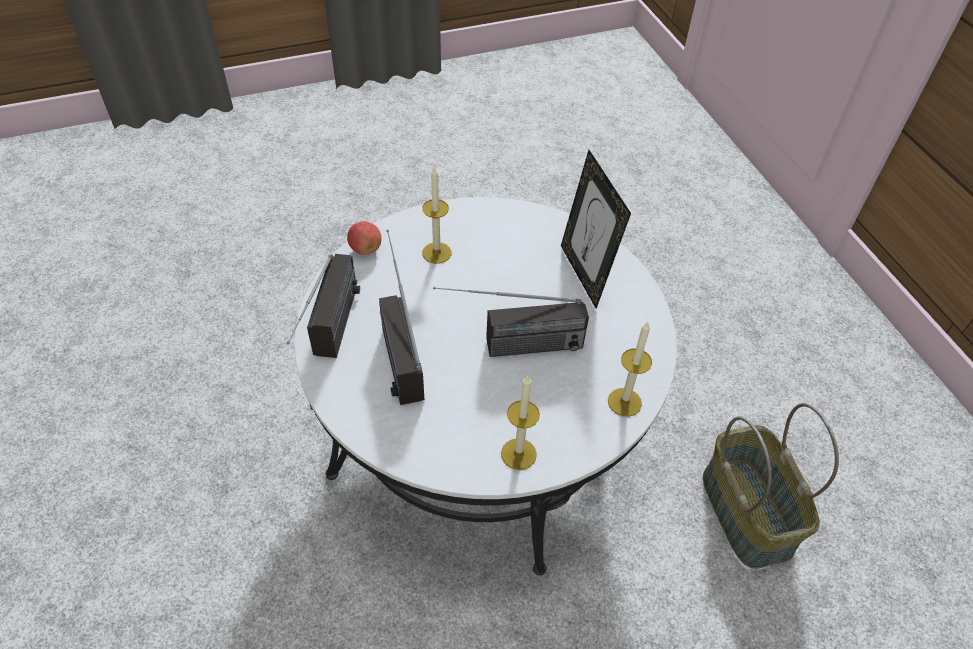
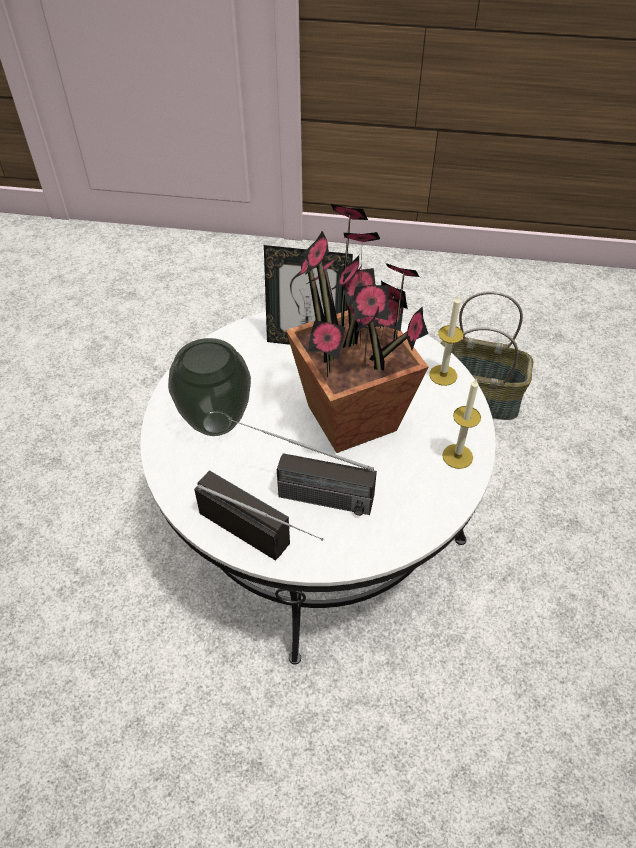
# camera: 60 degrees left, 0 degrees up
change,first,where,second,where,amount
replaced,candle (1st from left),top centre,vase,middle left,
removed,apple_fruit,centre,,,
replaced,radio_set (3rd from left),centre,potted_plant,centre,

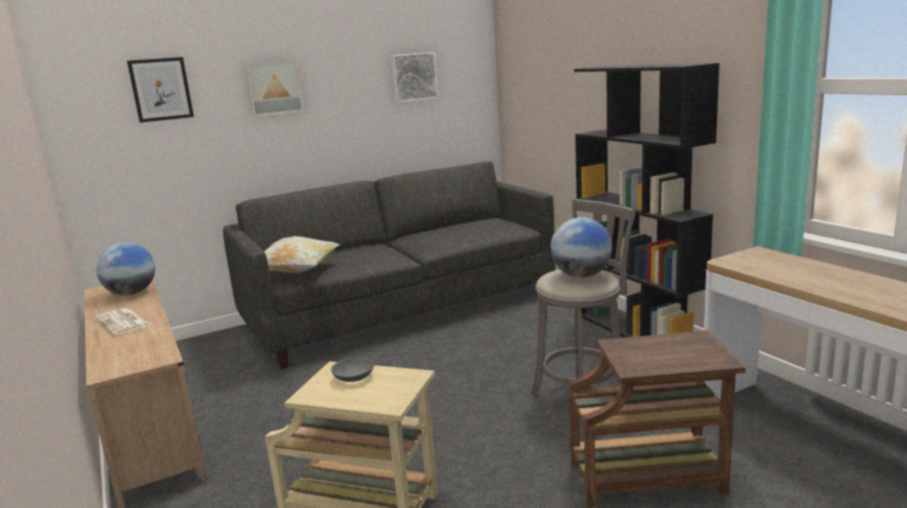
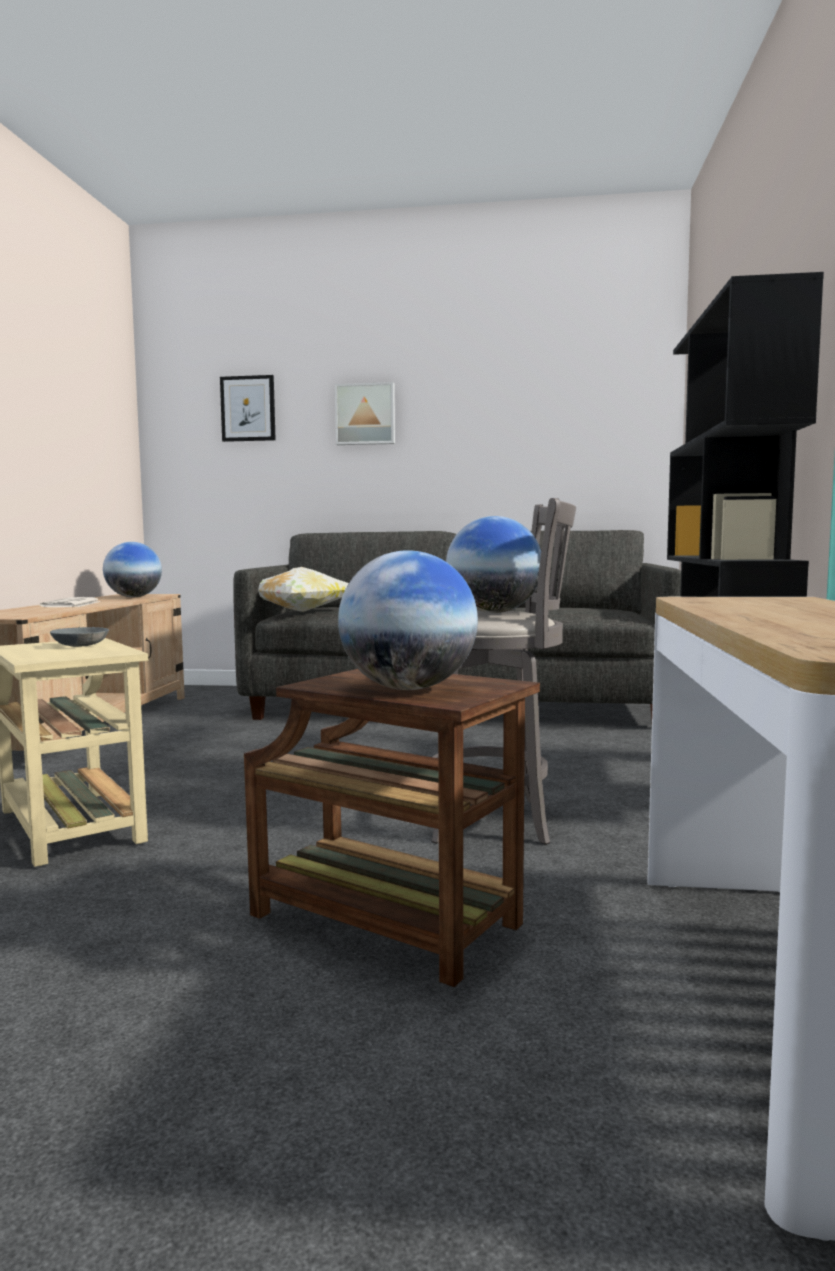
# camera: 35 degrees right, 10 degrees down
change,first,where,second,where,amount
removed,picture (3rd from left),top centre,,,
added,,,desk_globe (2nd from left),centre,

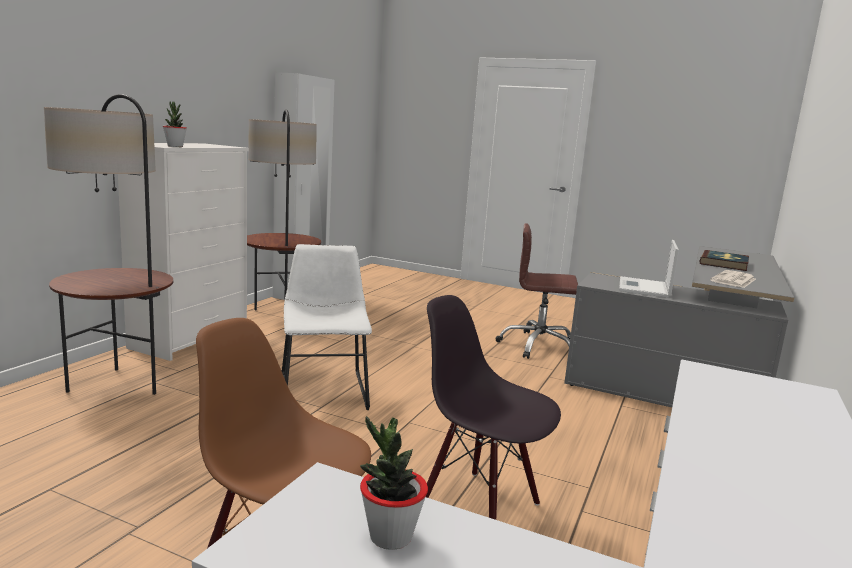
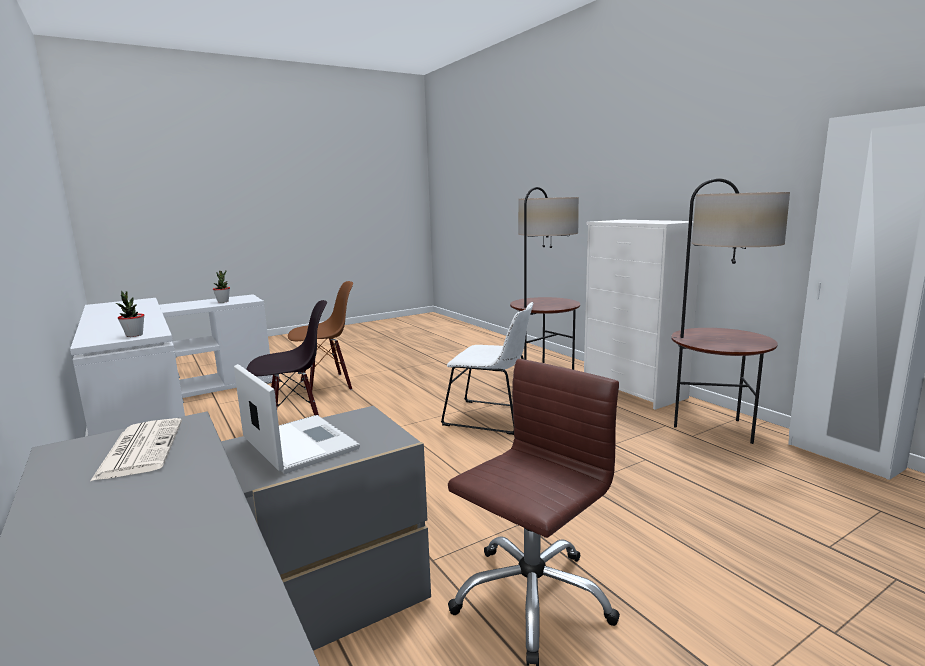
# camera: 125 degrees right, 0 degrees up
change,first,where,second,where,amount
moved,potted_plant (1st from left),top left,,middle left,
removed,volume,middle right,,,

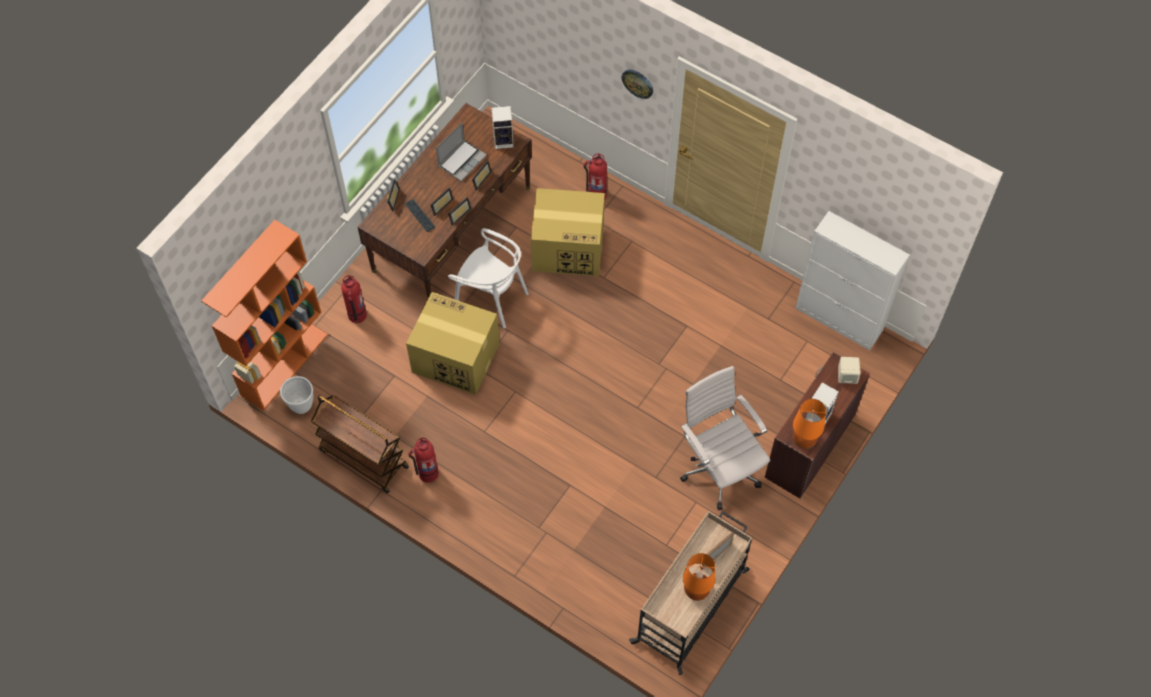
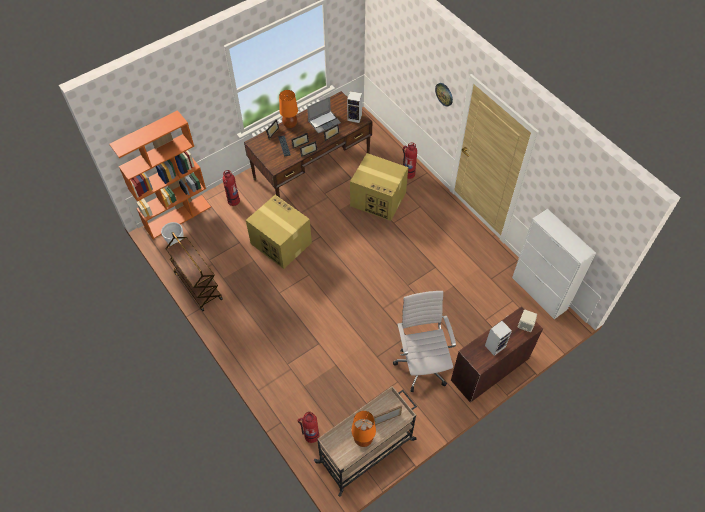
# camera: 20 degrees right, 5 degrees down
change,first,where,second,where,amount
removed,whitish_plain_chair,centre,,,
moved,orange_lamp_for_a_table (2nd from left in the first image),middle right,orange_lamp_for_a_table (1st from left),top centre,
moved,fire_extinguisher (2nd from left),centre,,bottom centre,

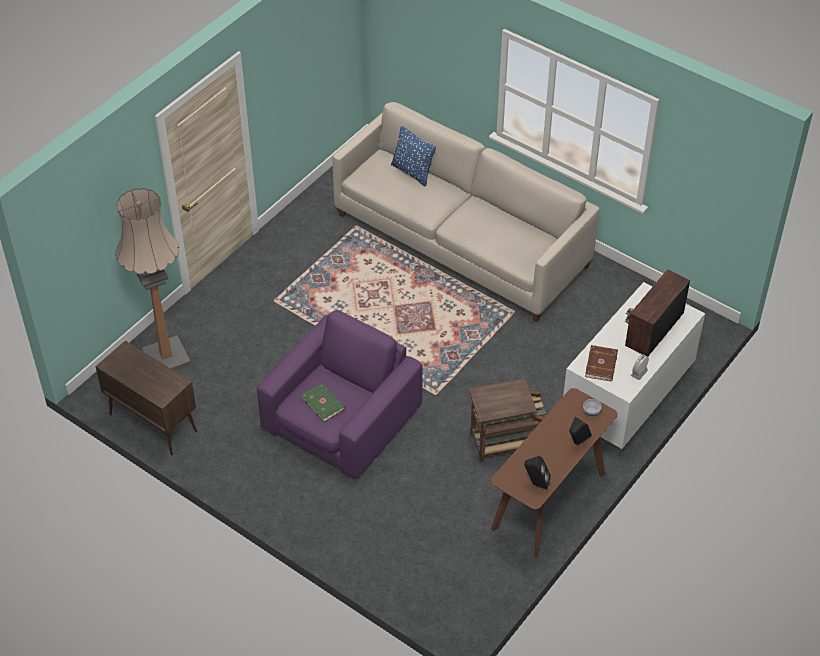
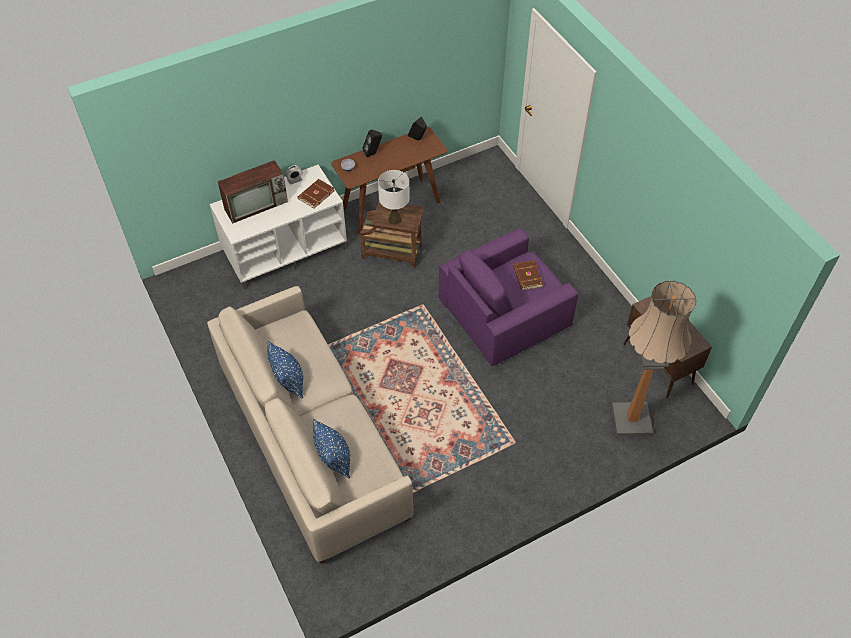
# camera: 155 degrees left, 5 degrees up
change,first,where,second,where,amount
recoloured,green-coloured_volume,centre,brown_volume (2nd from left),centre,
added,,,whitish_lamp_for_a_table,top centre,
added,,,blue-coloured_pillow (1st from left),centre,

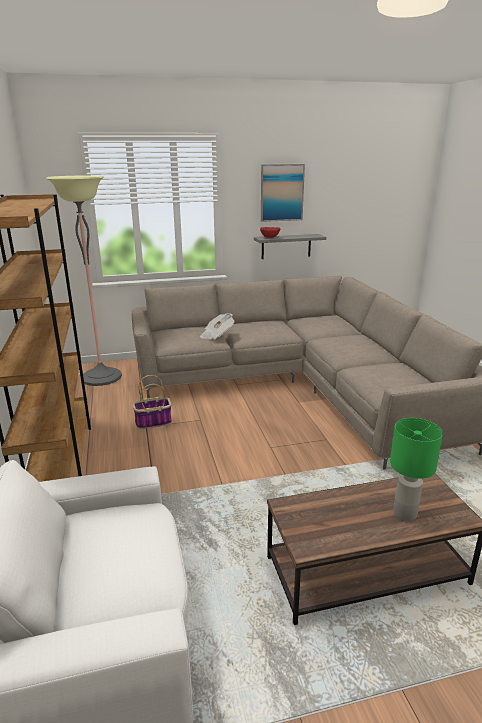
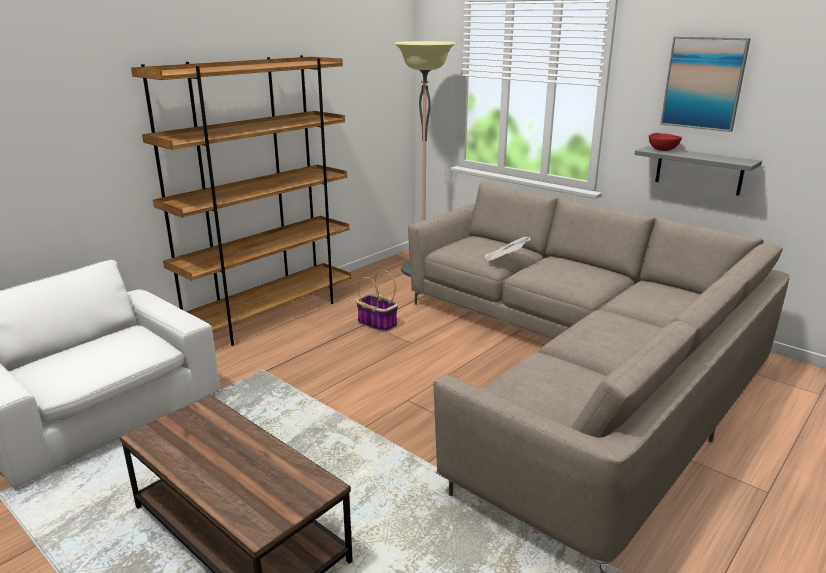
# camera: 55 degrees right, 0 degrees up
change,first,where,second,where,amount
removed,green-coloured_lamp_for_a_table,middle right,,,

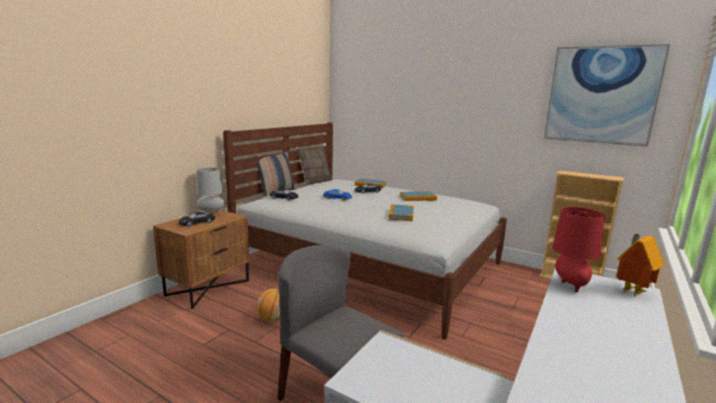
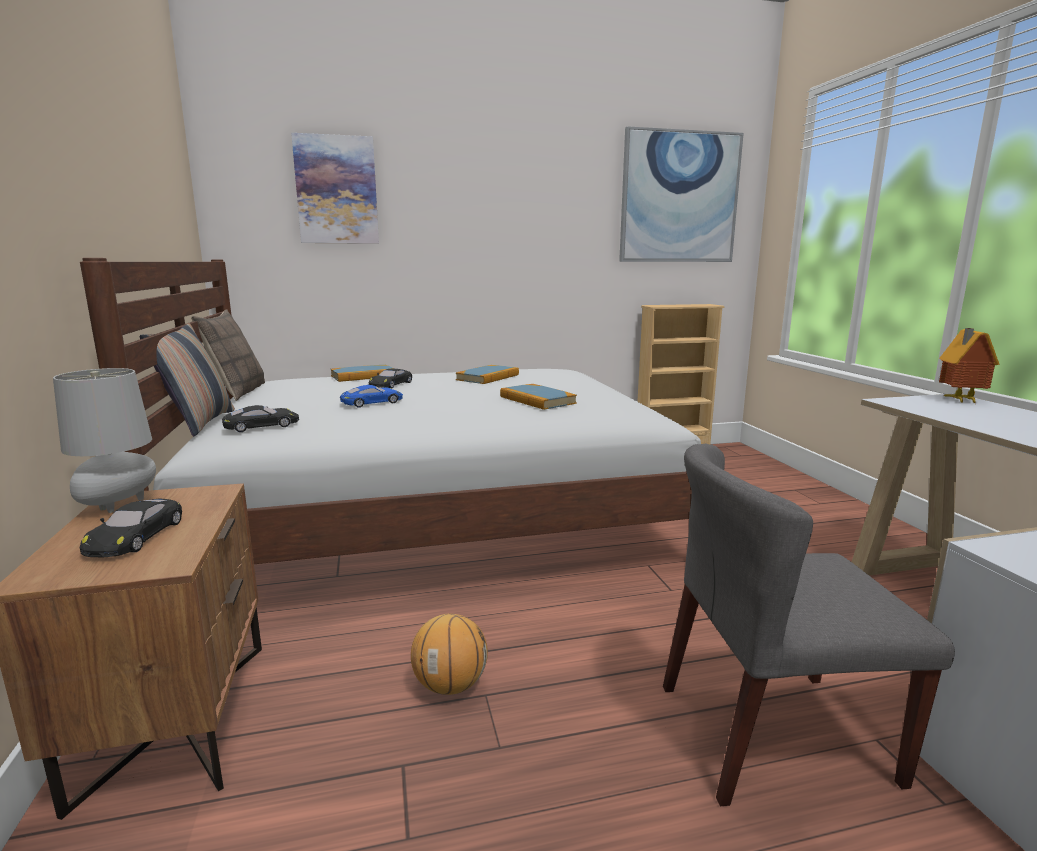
# camera: 45 degrees left, 0 degrees up
change,first,where,second,where,amount
removed,red-coloured_lamp_for_a_table,middle right,,,
added,,,picture (1st from left),top left,

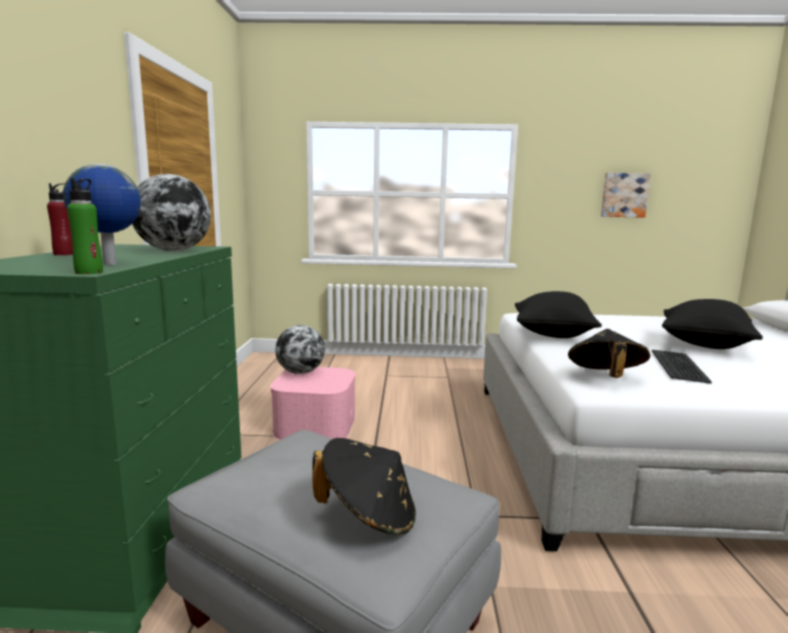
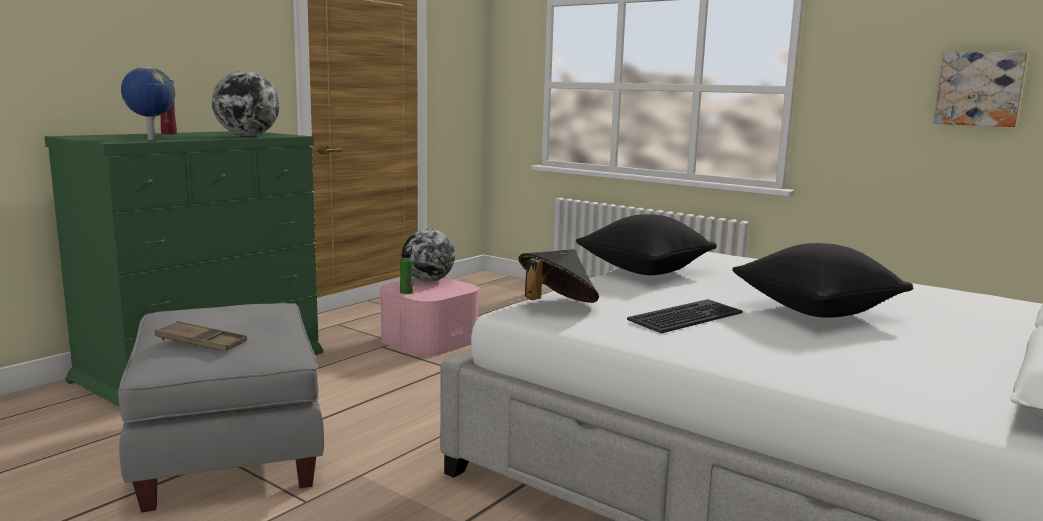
# camera: 35 degrees right, 0 degrees up
change,first,where,second,where,amount
moved,green-coloured_bottle,middle left,,centre,
replaced,blackish_hat (1st from left),bottom centre,brown_carrying_tray,middle left,

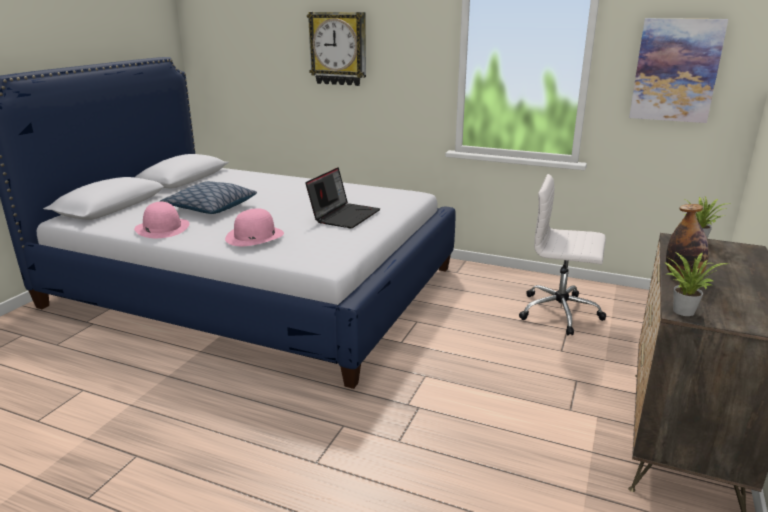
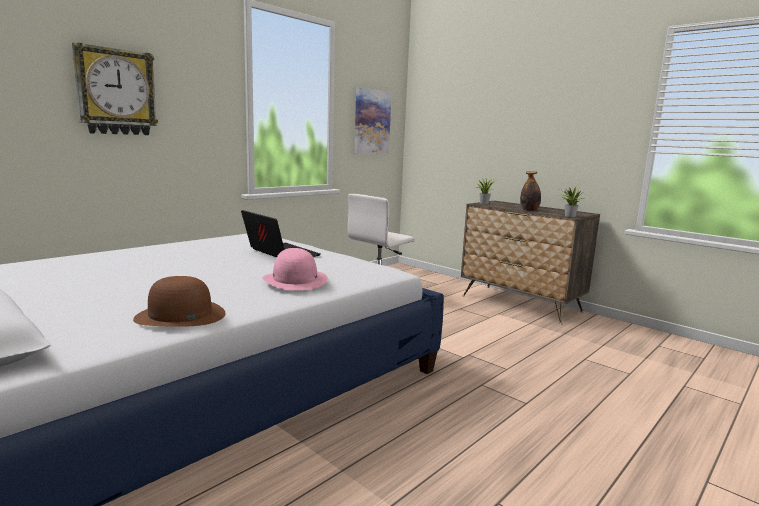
# camera: 70 degrees left, 10 degrees down
change,first,where,second,where,amount
removed,pillow,middle left,,,
recoloured,pinkish_hat (1st from left),middle left,brown_hat,middle left,

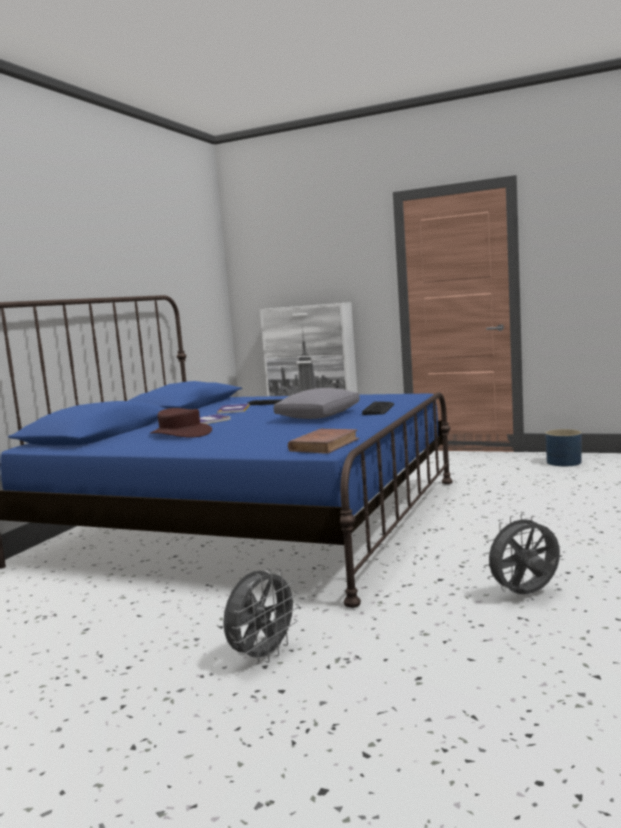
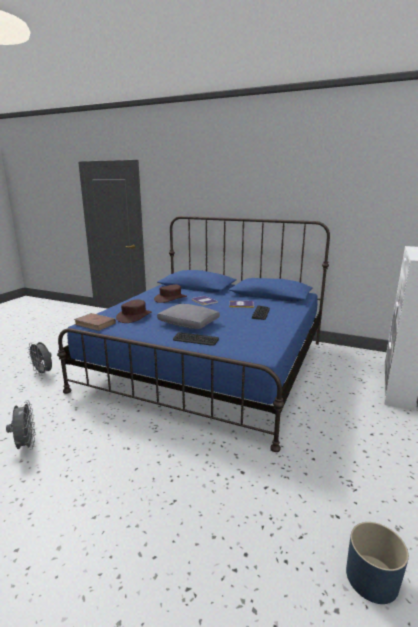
# camera: 90 degrees right, 10 degrees up
change,first,where,second,where,amount
added,,,brown_hat (1st from left),middle left,

